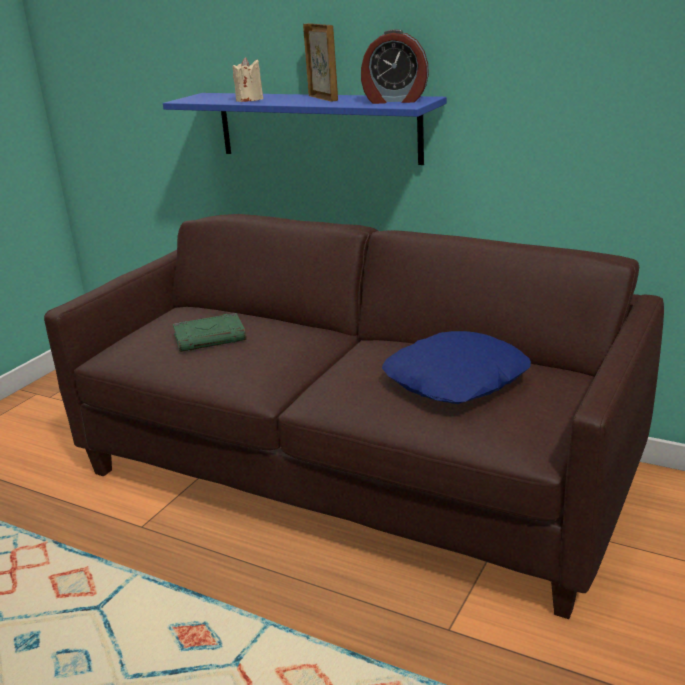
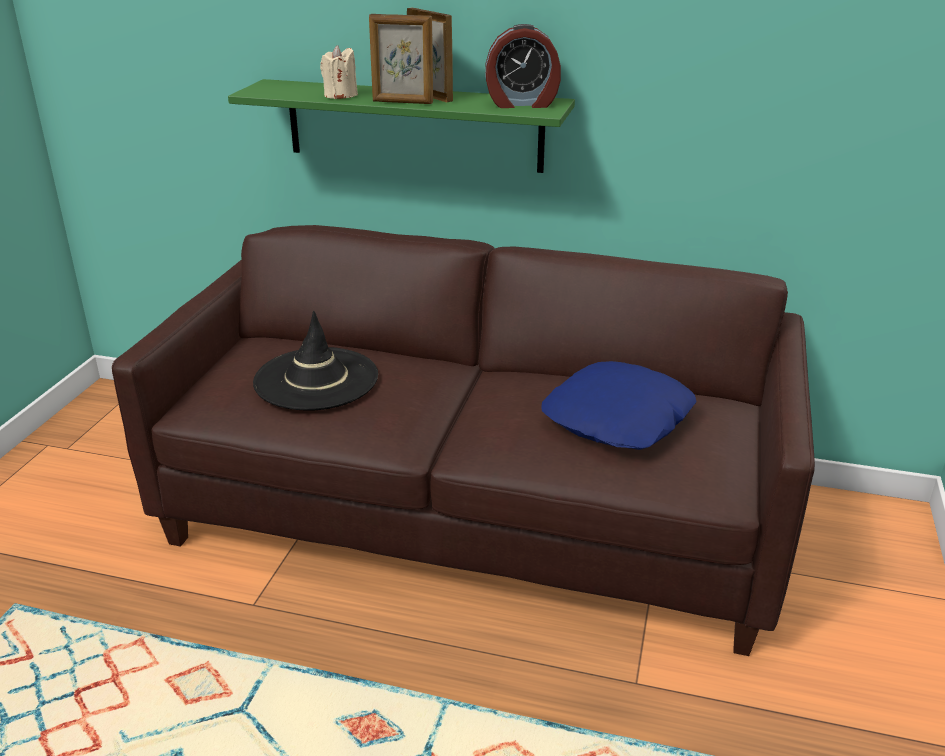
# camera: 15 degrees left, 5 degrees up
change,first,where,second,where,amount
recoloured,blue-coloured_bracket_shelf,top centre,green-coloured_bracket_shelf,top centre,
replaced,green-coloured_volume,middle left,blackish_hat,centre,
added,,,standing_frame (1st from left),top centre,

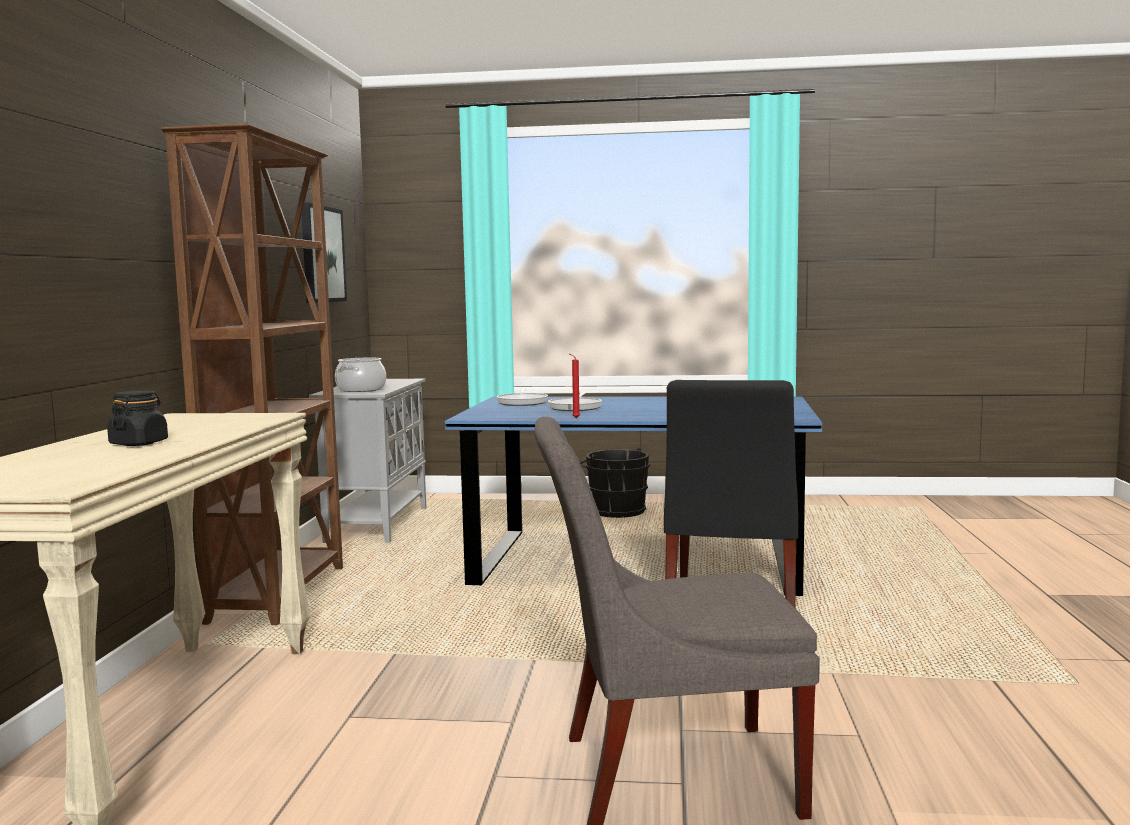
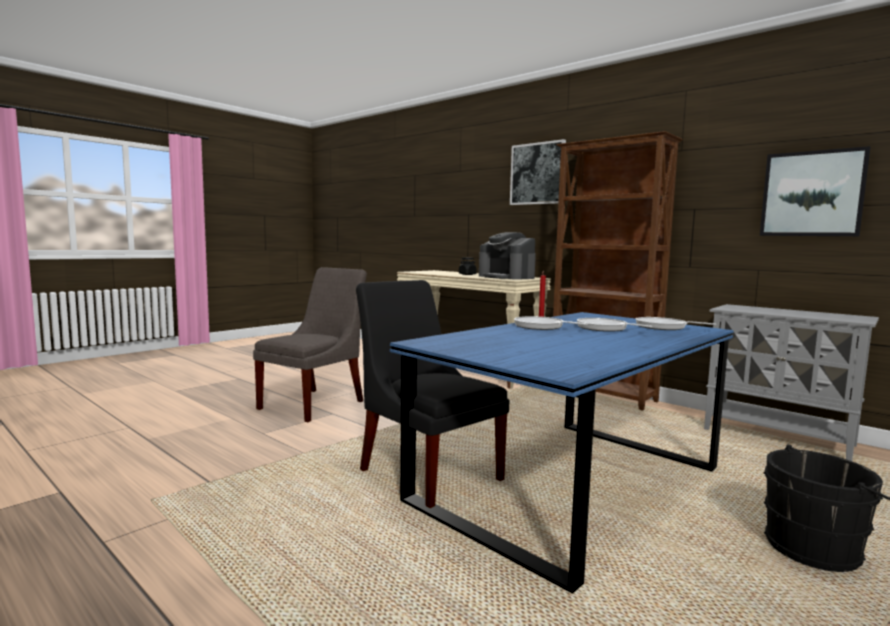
# camera: 125 degrees right, 0 degrees up
change,first,where,second,where,amount
removed,stockpot,middle left,,,
added,,,picture (1st from left),top centre,
added,,,coffee_brewer,centre,
added,,,frying_pan (1st from left),centre,

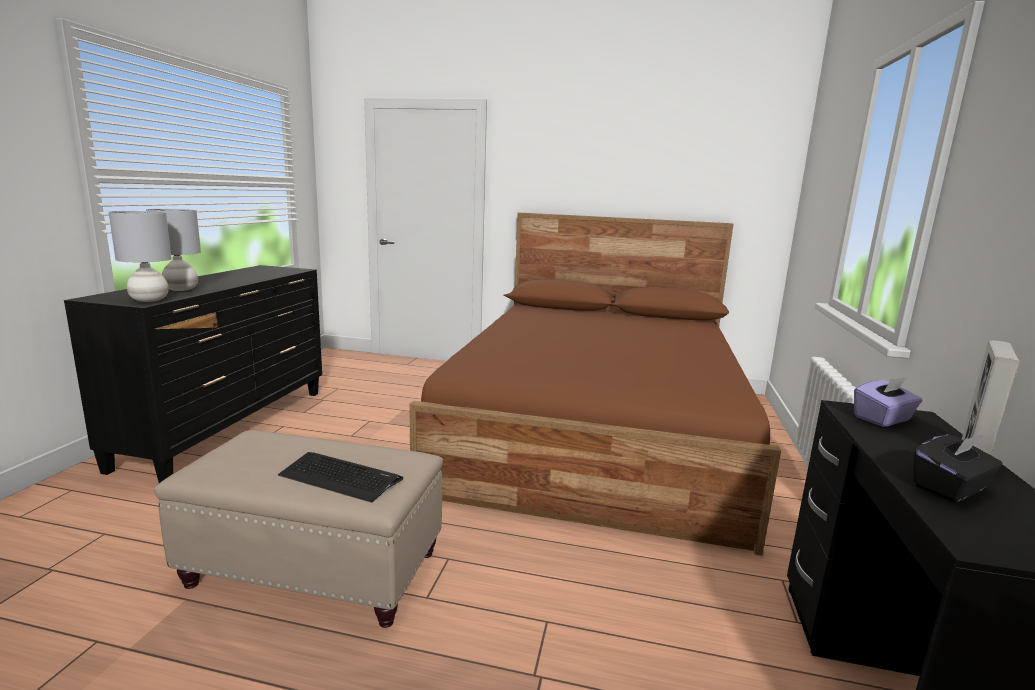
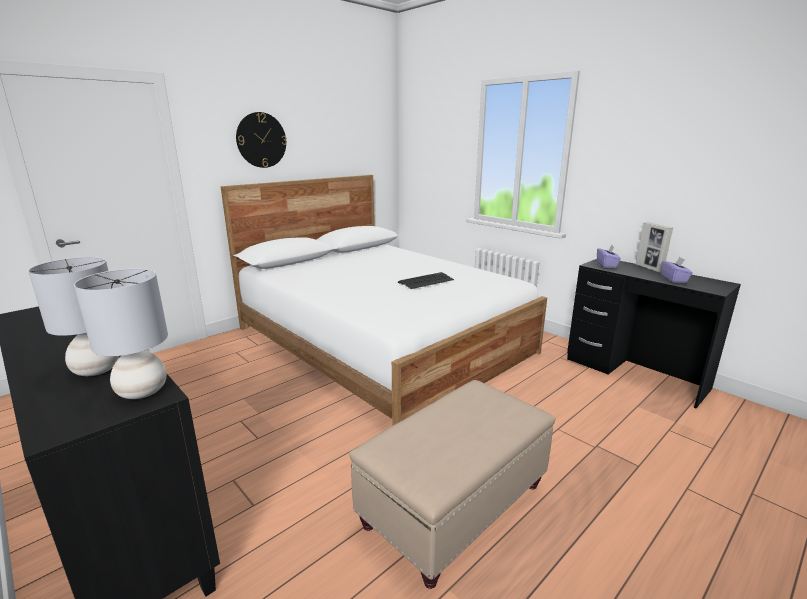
# camera: 55 degrees left, 5 degrees up
change,first,where,second,where,amount
recoloured,brown_sleeping_bed,centre,whitish_sleeping_bed,centre,
recoloured,blackish_box_of_tissues,bottom right,purple_box_of_tissues (2nd from left),middle right,
moved,keyboard,bottom left,,centre,
added,,,wall_clock,top left,

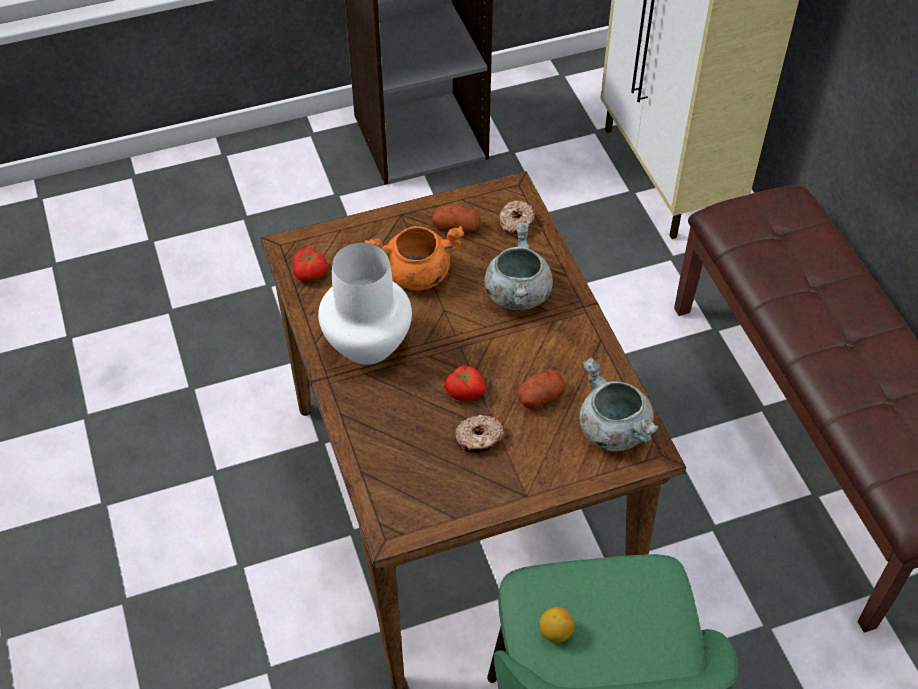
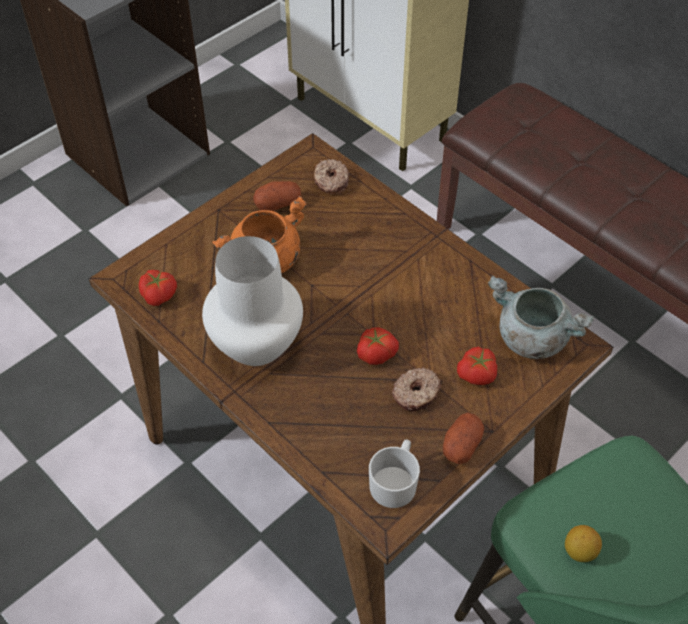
# camera: 25 degrees left, 0 degrees up
change,first,where,second,where,amount
removed,gray_stockpot (1st from left),centre,,,
moved,potato (2nd from left),centre,,bottom right,
added,,,fresh_tomato (3rd from left),middle right,
added,,,whitish_mug,bottom centre,

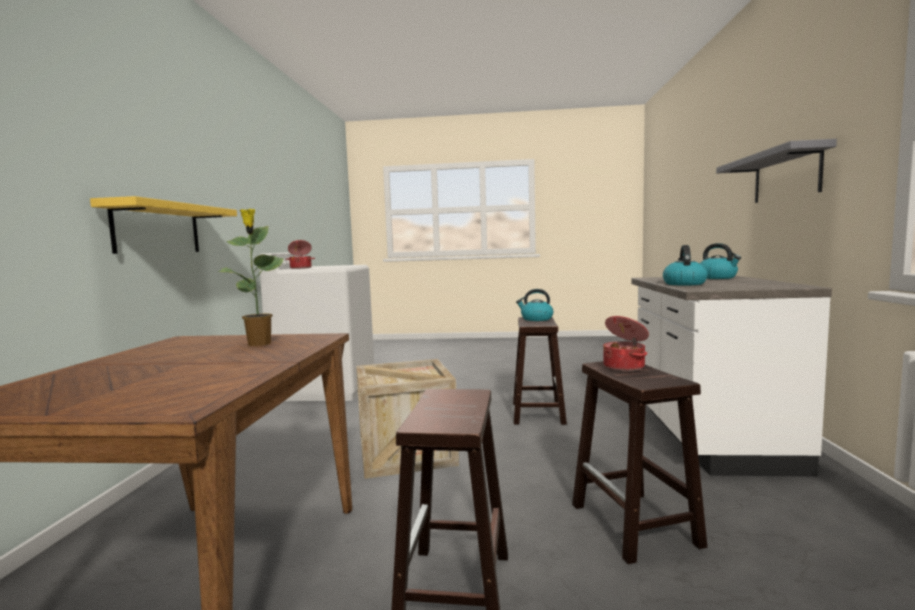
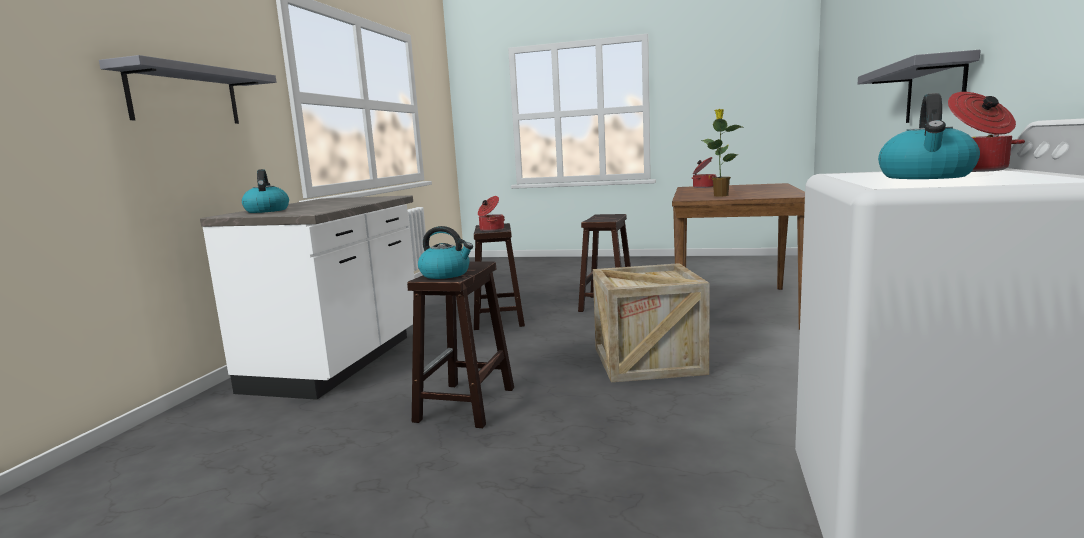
# camera: 170 degrees left, 5 degrees up
change,first,where,second,where,amount
recoloured,yellow-coloured_bracket_shelf,middle left,gray_bracket_shelf (2nd from left),top right,
moved,kettle (2nd from left in the first image),middle right,kettle (3rd from left),top right,
added,,,stockpot (2nd from left),top centre,

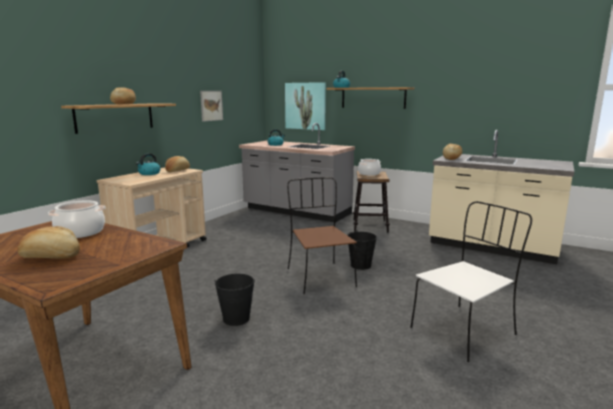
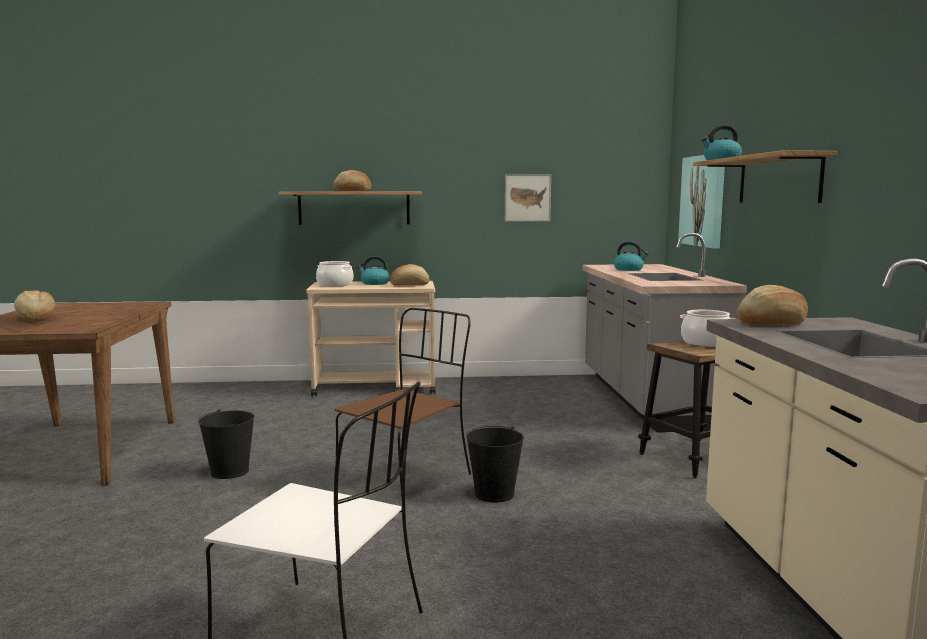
# camera: 55 degrees right, 5 degrees down
change,first,where,second,where,amount
moved,stockpot (1st from left),middle left,,centre,

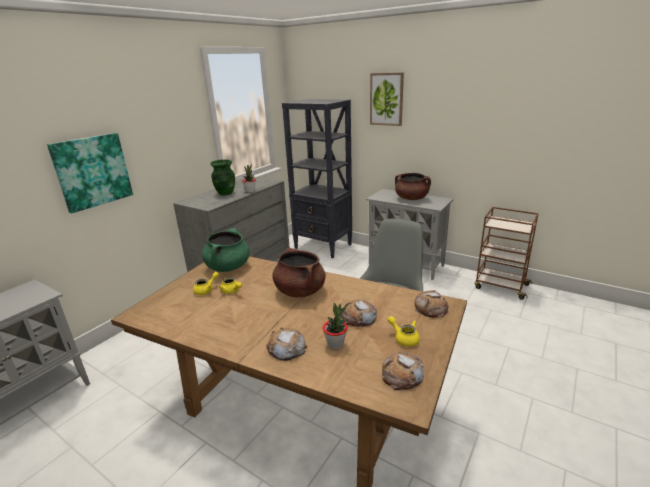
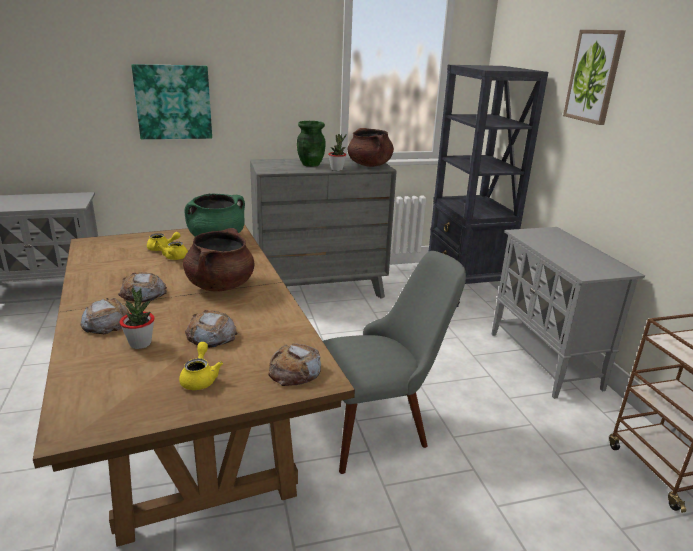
# camera: 40 degrees right, 0 degrees up
change,first,where,second,where,amount
moved,brown_stockpot (2nd from left),centre,,top centre,
moved,baked_bread (3rd from left in the first image),bottom centre,baked_bread (2nd from left),middle left,

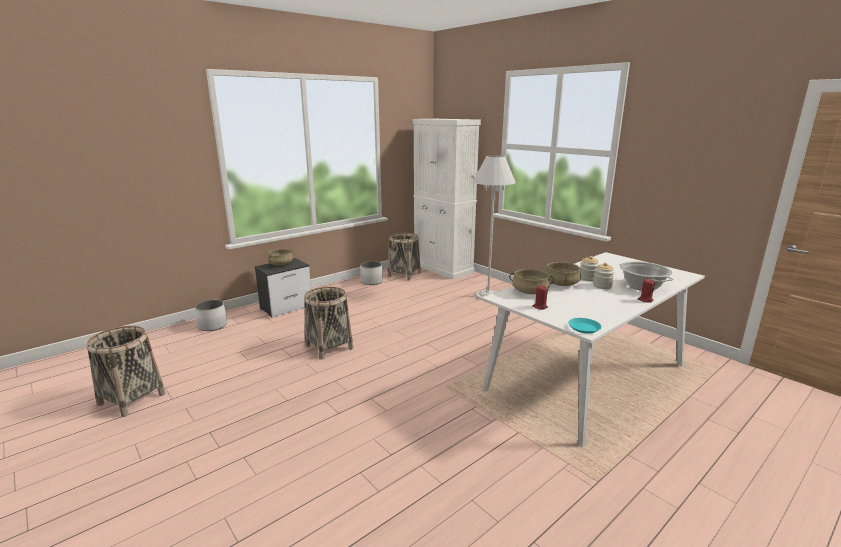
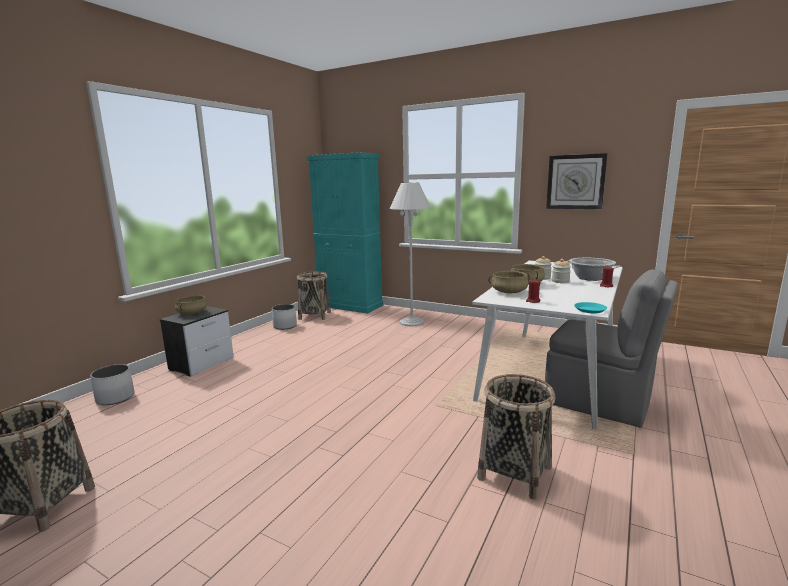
# camera: 20 degrees left, 5 degrees down
change,first,where,second,where,amount
recoloured,whitish_storage_cabinet,centre,turquoise_storage_cabinet,centre,
moved,basket (2nd from left in the first image),centre,basket (3rd from left),bottom centre,
added,,,wall_clock,top right,
added,,,gray_plain_chair,middle right,

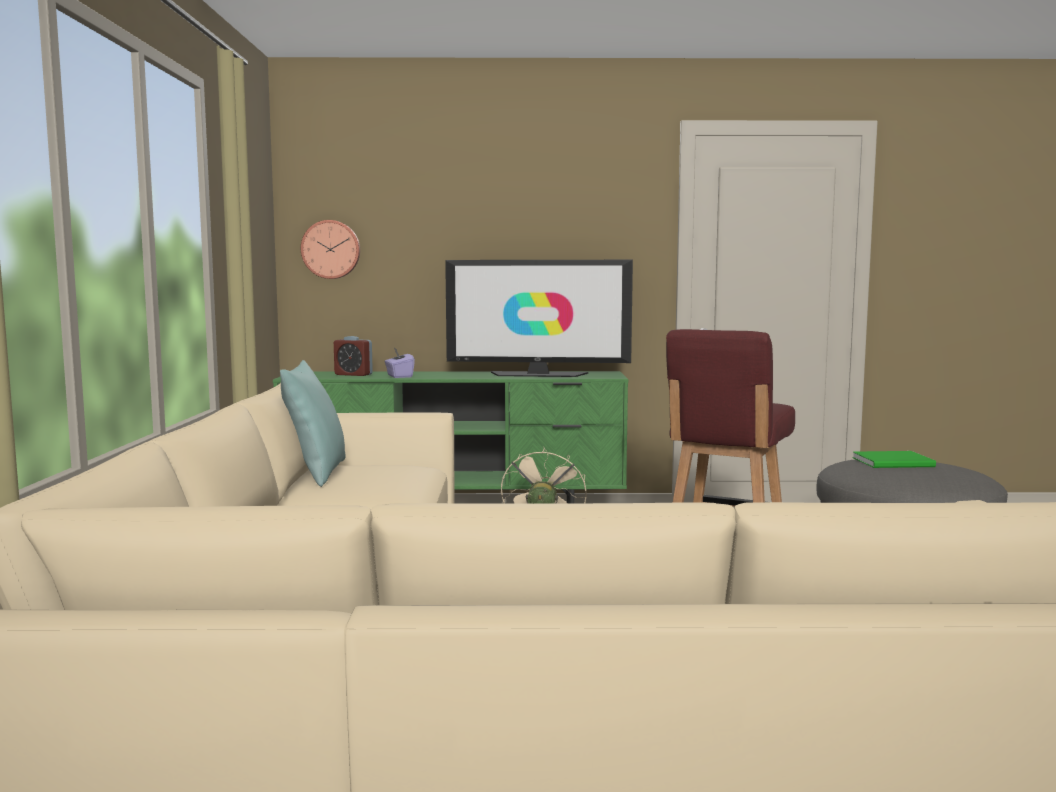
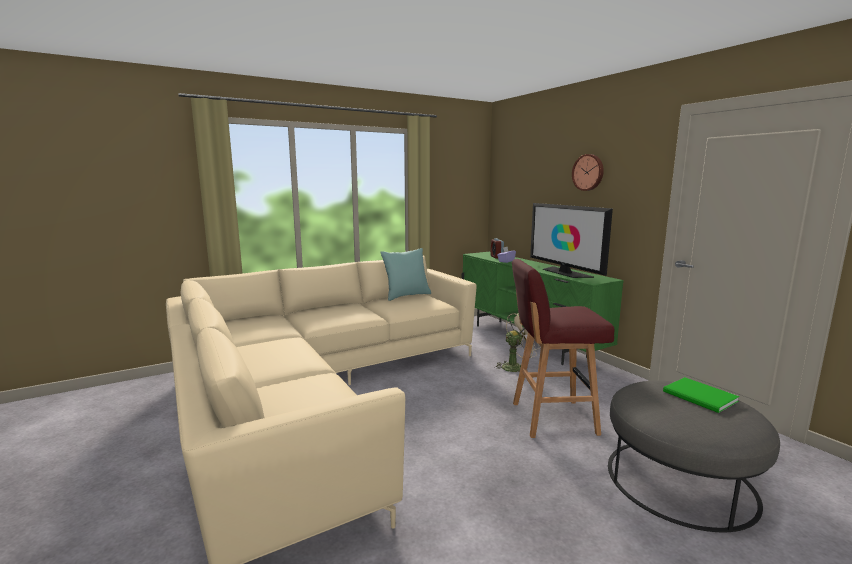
# camera: 60 degrees right, 5 degrees up
change,first,where,second,where,amount
moved,wall_clock,top left,,top right,

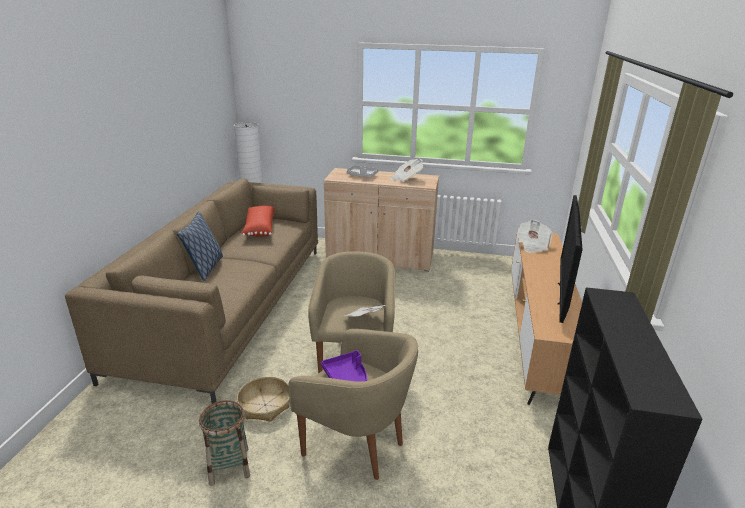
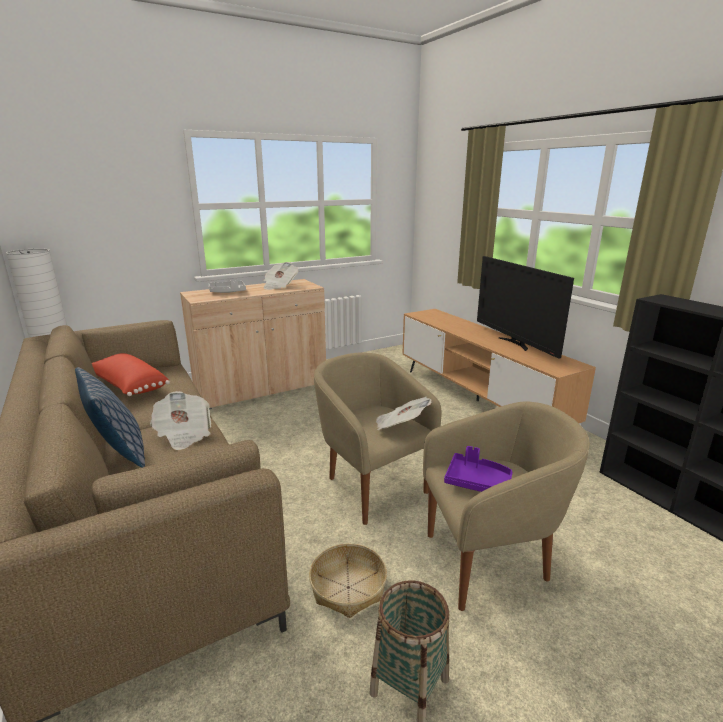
# camera: 40 degrees left, 5 degrees down
change,first,where,second,where,amount
moved,newspaper (3rd from left in the first image),middle right,newspaper (1st from left),middle left,

